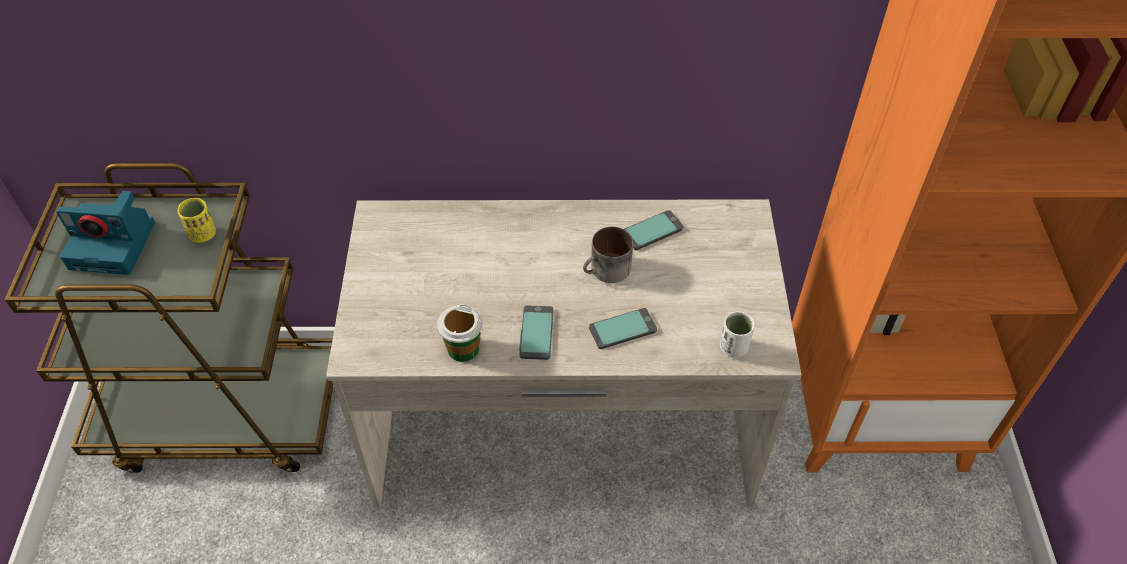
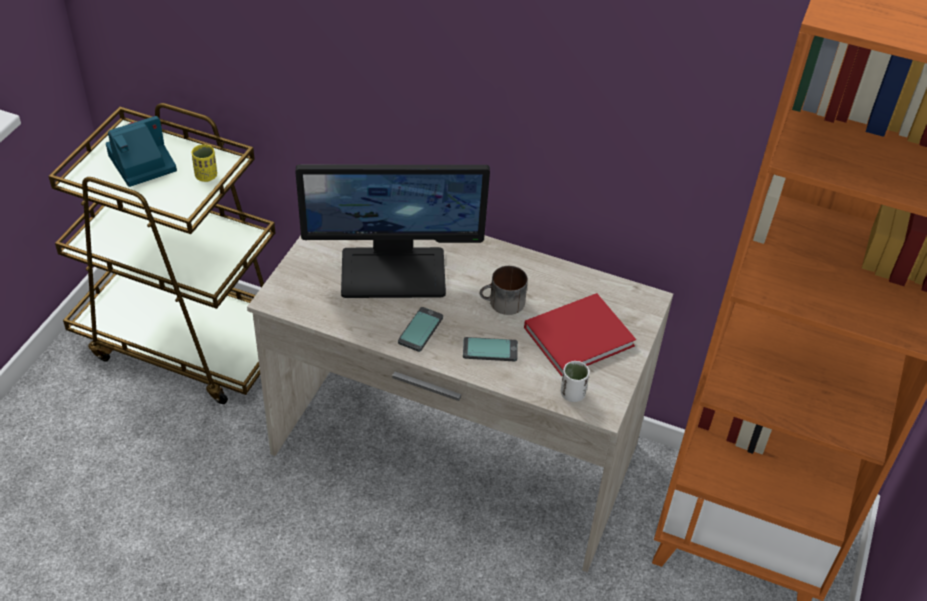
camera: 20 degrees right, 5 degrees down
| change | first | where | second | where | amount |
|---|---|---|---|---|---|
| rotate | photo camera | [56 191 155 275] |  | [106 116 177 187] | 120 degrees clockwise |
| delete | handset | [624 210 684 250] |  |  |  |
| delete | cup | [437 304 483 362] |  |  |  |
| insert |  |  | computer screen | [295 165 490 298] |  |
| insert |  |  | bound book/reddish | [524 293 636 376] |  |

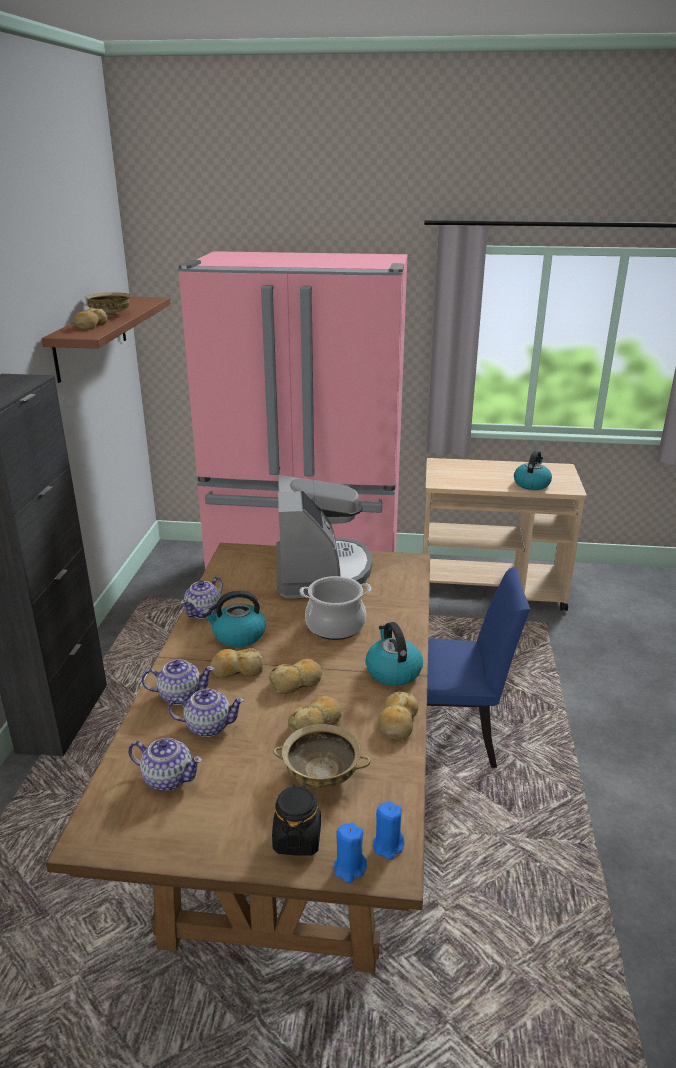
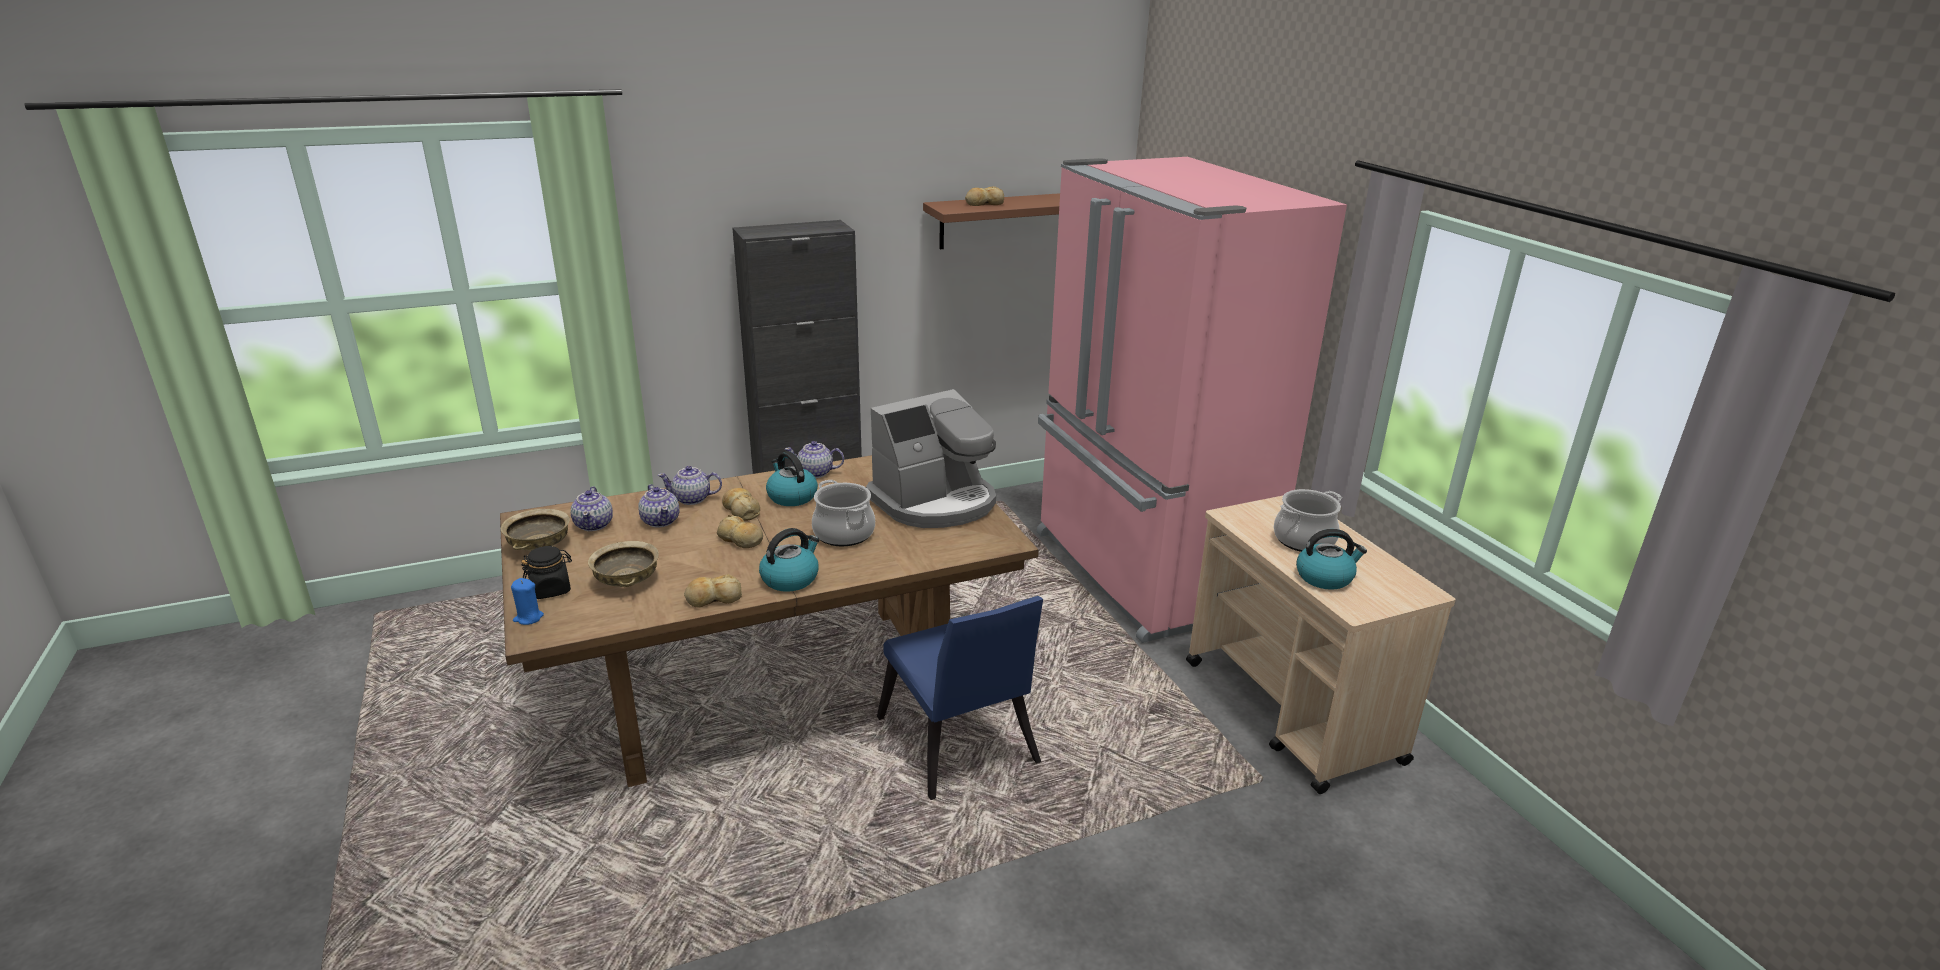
camera: 60 degrees right, 0 degrees up
| change | first | where | second | where | amount |
|---|---|---|---|---|---|
| move | deep dish/sand-coloured | [84 292 131 316] |  | [501 509 570 551] |  |
| rotate | teapot | [141 659 215 705] |  | [658 466 722 505] | 120 degrees clockwise |
| delete | bakery bread | [288 696 341 733] |  |  |  |
| delete | wax light/blue-coloured | [373 801 404 860] |  |  |  |
| insert |  |  | stockpot | [1274 489 1342 552] |  |

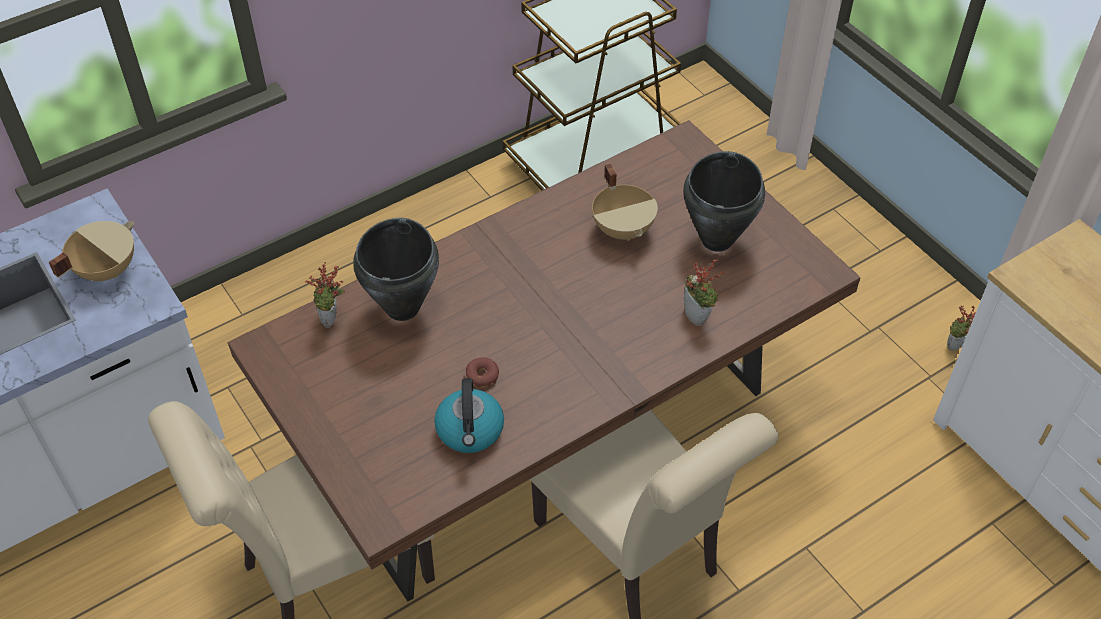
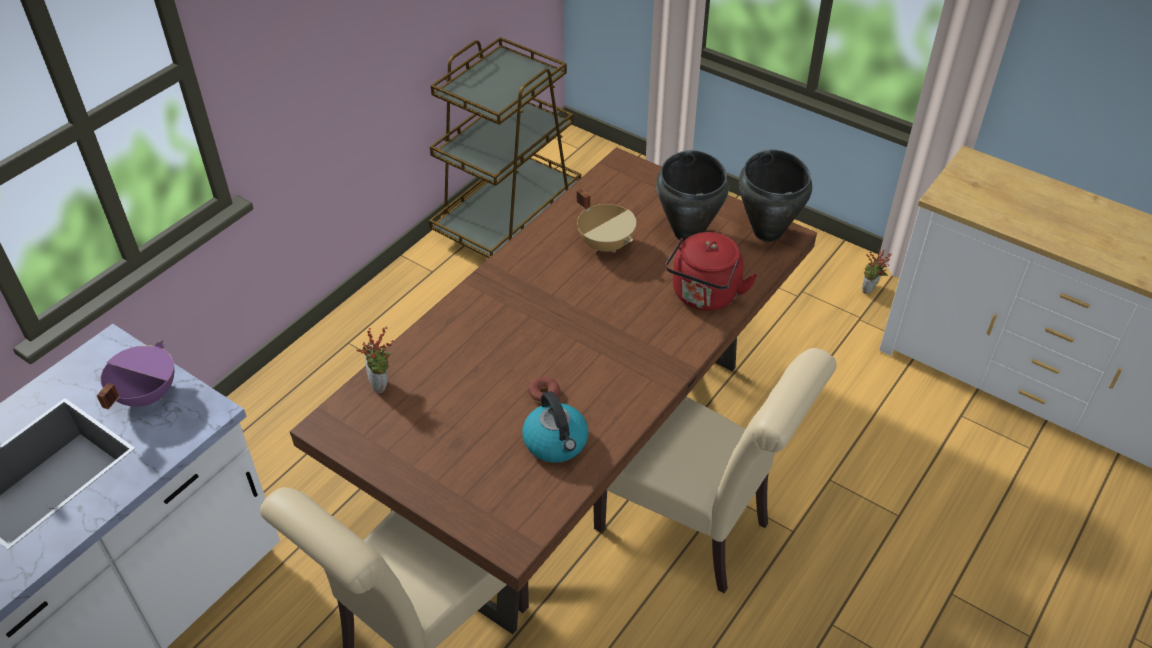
camera: 20 degrees left, 5 degrees down
| change | first | where | second | where | amount |
|---|---|---|---|---|---|
| move | stockpot/blackish | [353 218 439 321] |  | [739 150 812 242] |  |
| recolor | stockpot/sand-coloured | [49 221 134 281] | stockpot/purplish | [97 340 174 410] |  |
| replace | houseplant | [684 259 724 326] | kettle/reddish | [665 232 757 311] |  |

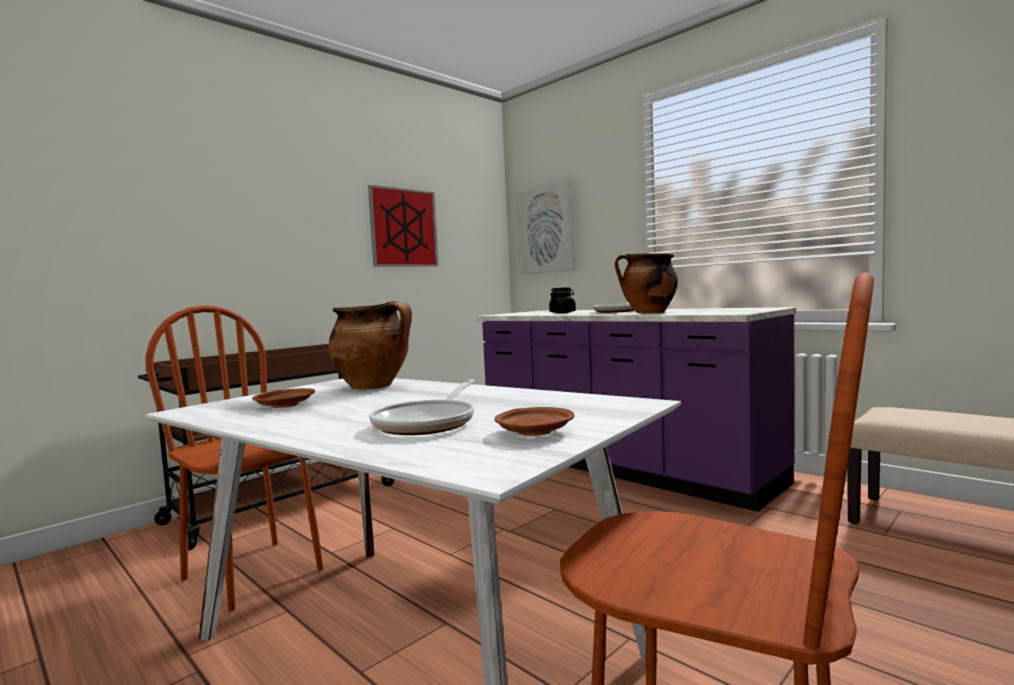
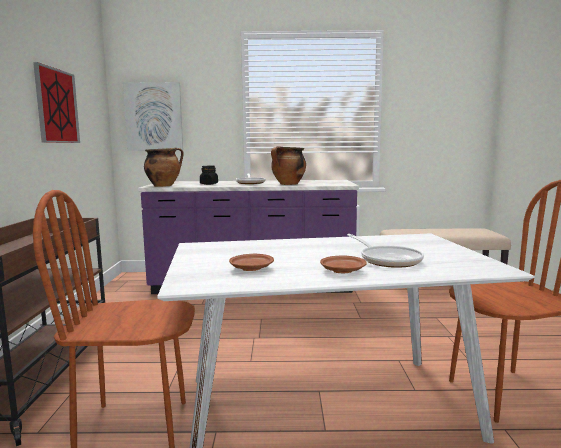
camera: 45 degrees left, 5 degrees up
| change | first | where | second | where | amount |
|---|---|---|---|---|---|
| move | stockpot | [328 301 412 390] |  | [144 148 184 187] |  |
| move | plate/brown | [494 407 575 436] |  | [320 255 367 273] |  |

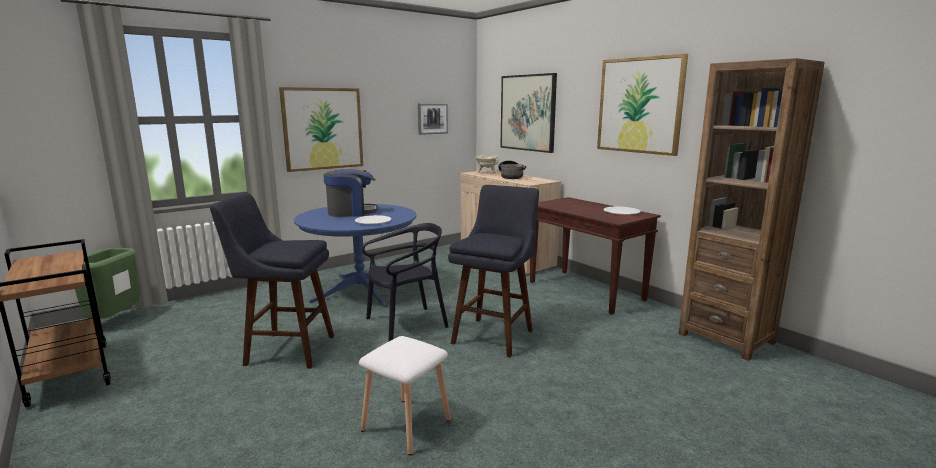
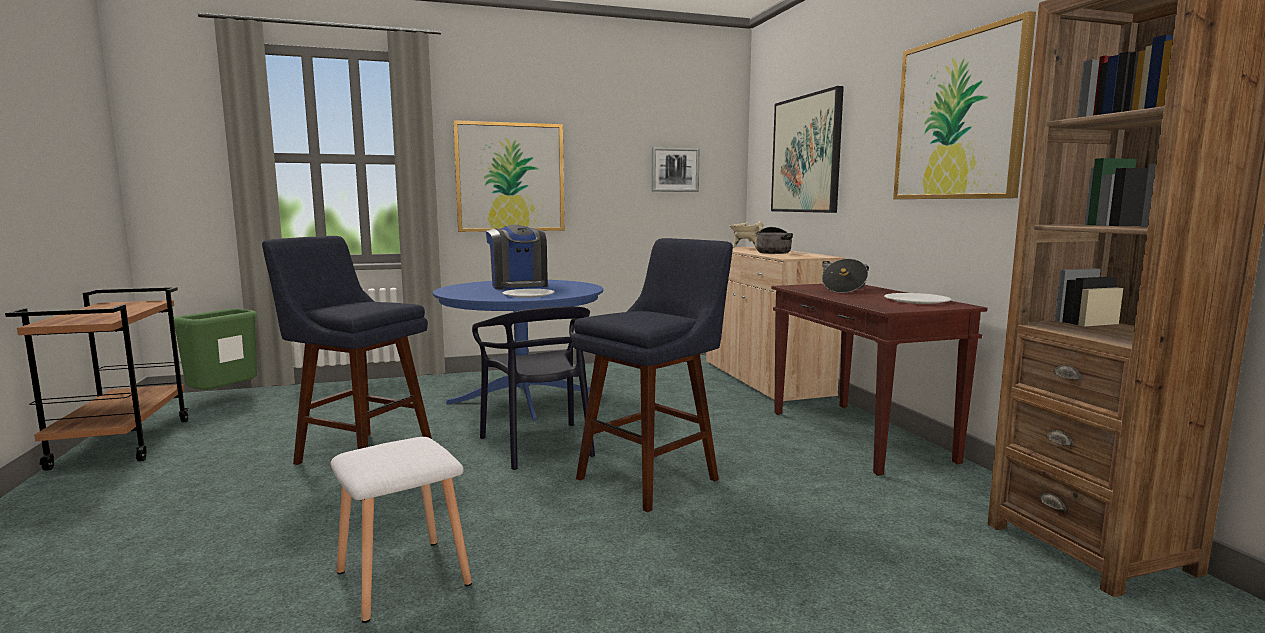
camera: 20 degrees right, 5 degrees down
| change | first | where | second | where | amount |
|---|---|---|---|---|---|
| rotate | coffee maker | [323 169 378 217] |  | [486 225 548 289] | 60 degrees clockwise |
| rotate | chair/blackish | [362 223 449 342] |  | [472 306 595 470] | 75 degrees clockwise |
| insert |  |  | stockpot | [822 259 869 293] |  |

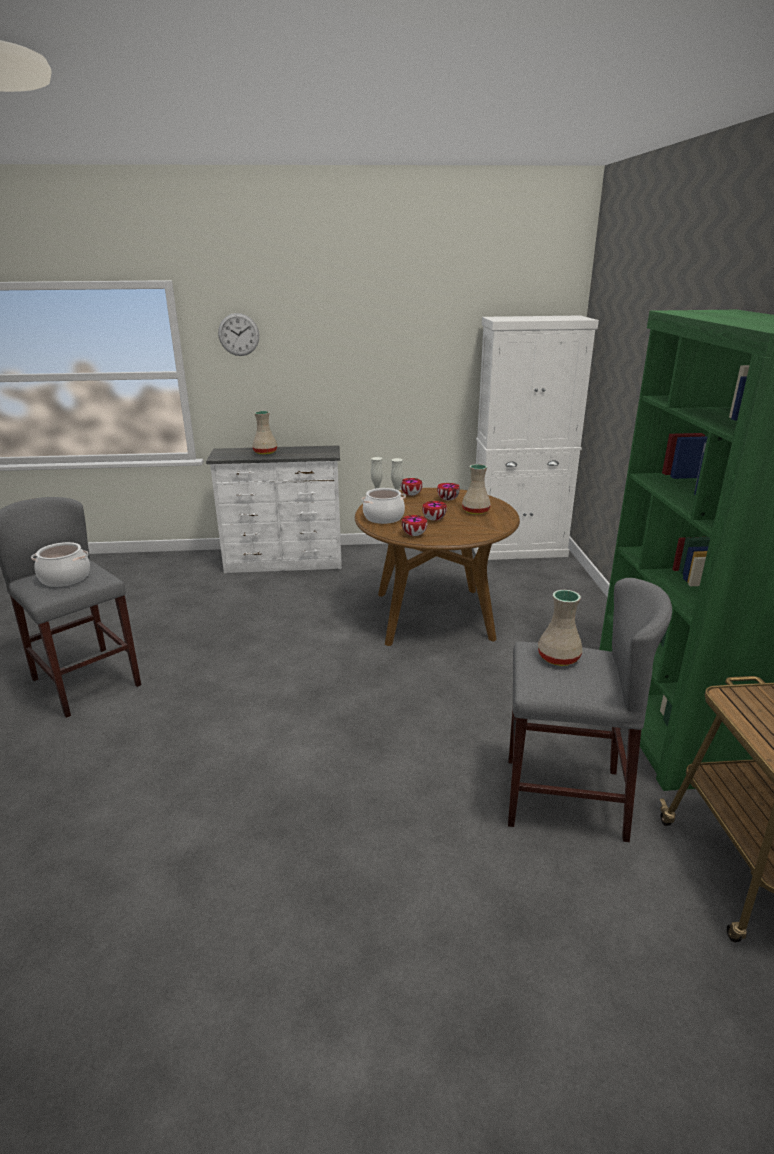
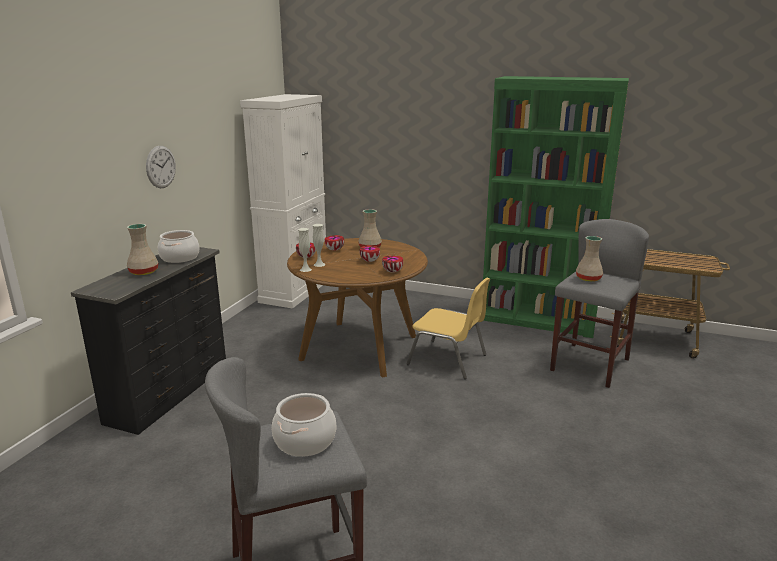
camera: 65 degrees left, 5 degrees down
| change | first | where | second | where | amount |
|---|---|---|---|---|---|
| move | clock on the wall | [218 313 259 356] |  | [146 146 176 188] |  |
| recolor | dresser/white-coloured | [206 445 342 573] | dresser/blackish | [71 247 226 435] |  |
| move | stockpot | [361 488 406 524] |  | [158 230 200 263] |  |
| insert |  |  | chair/yellowish | [406 277 490 379] |  |

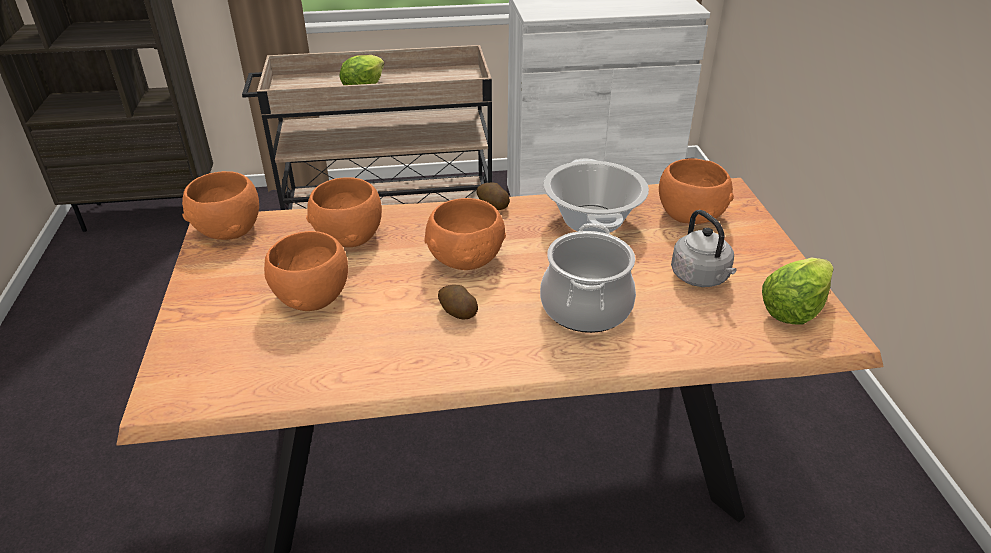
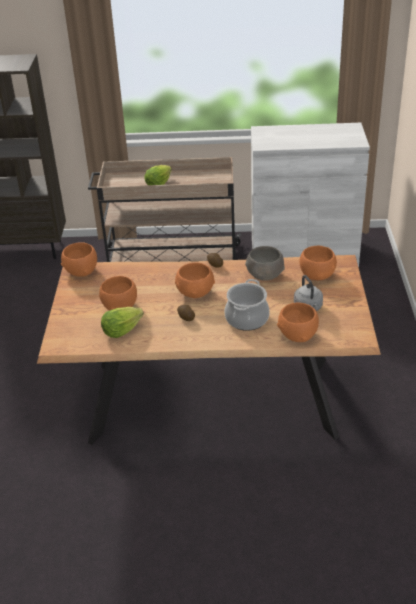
camera: 10 degrees right, 0 degrees up
| change | first | where | second | where | amount |
|---|---|---|---|---|---|
| replace | stockpot | [543 158 649 233] | deep dish/greyish | [245 246 285 281] |  |
| move | deep dish/orangey | [306 177 382 247] |  | [277 303 319 342] |  |
| move | head of lettuce | [762 258 834 325] |  | [101 307 144 338] |  |

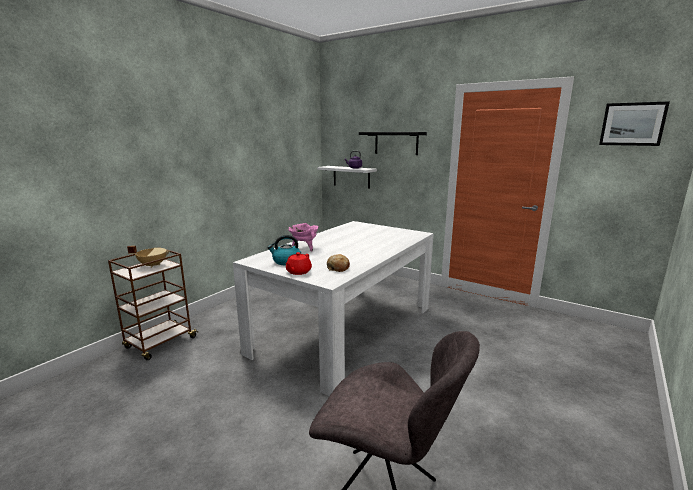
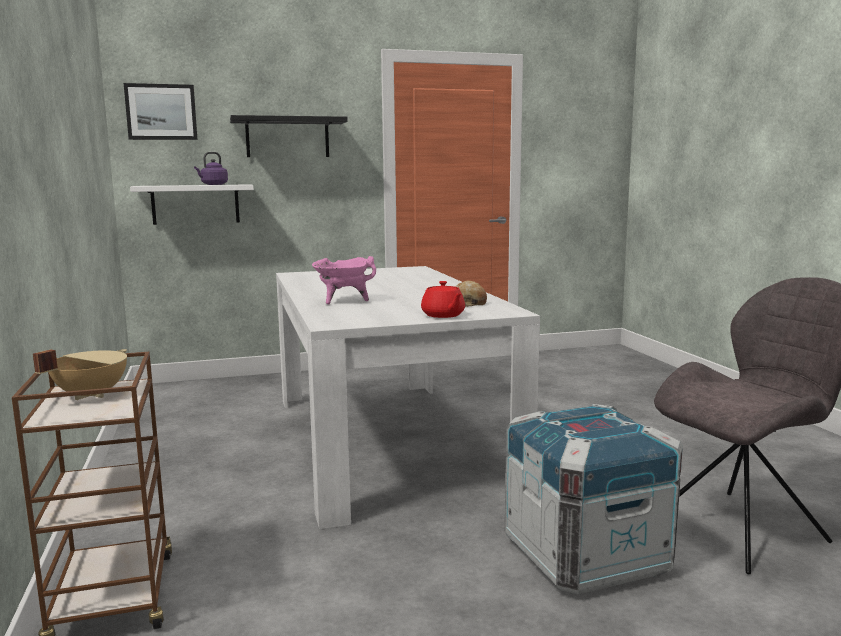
camera: 50 degrees left, 5 degrees down
| change | first | where | second | where | amount |
|---|---|---|---|---|---|
| move | picture | [599 101 670 146] |  | [124 83 198 140] |  |
| delete | kettle | [267 235 301 265] |  |  |  |
| insert |  |  | packing crate | [505 404 683 595] |  |

